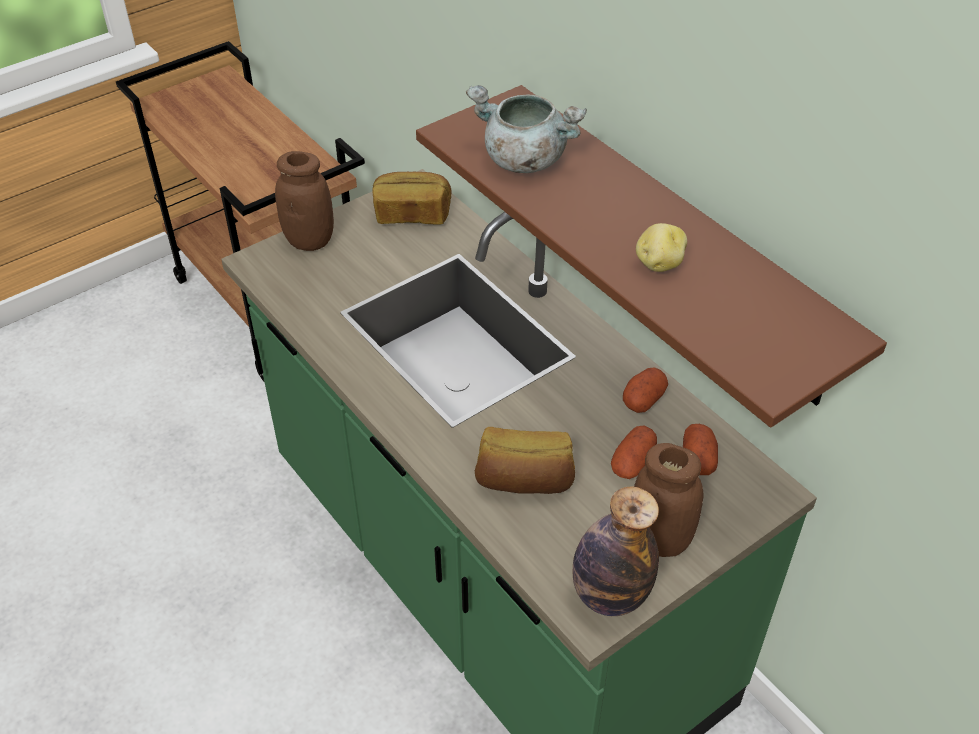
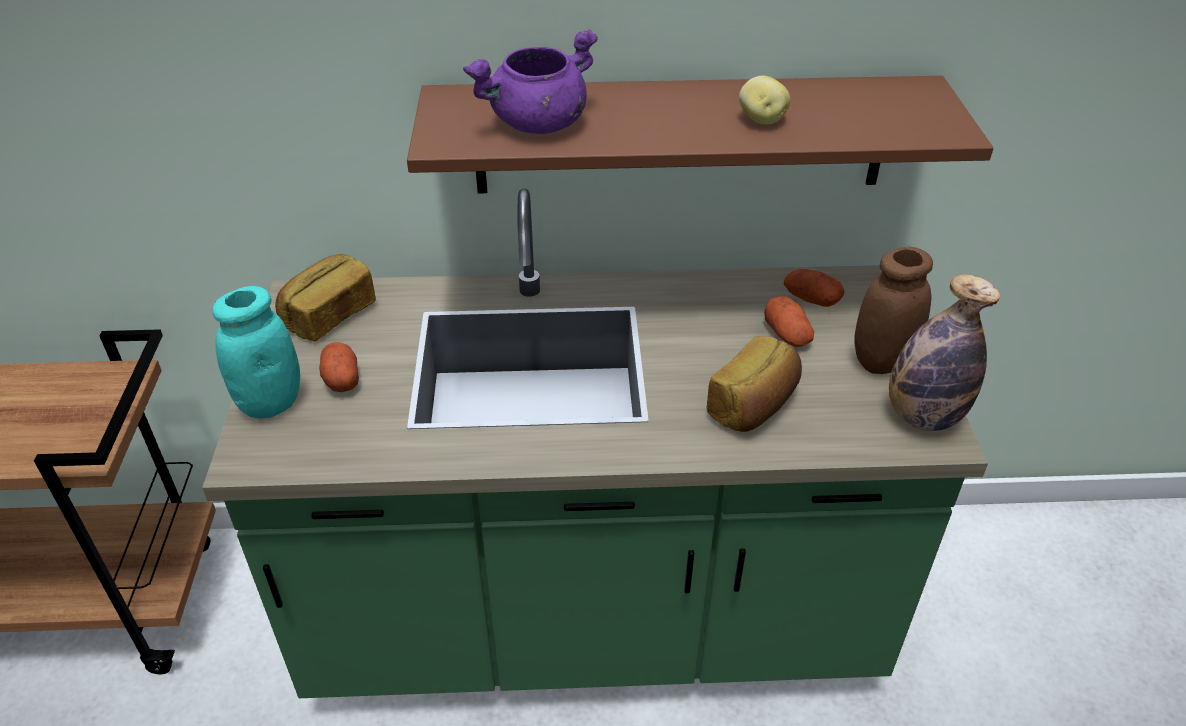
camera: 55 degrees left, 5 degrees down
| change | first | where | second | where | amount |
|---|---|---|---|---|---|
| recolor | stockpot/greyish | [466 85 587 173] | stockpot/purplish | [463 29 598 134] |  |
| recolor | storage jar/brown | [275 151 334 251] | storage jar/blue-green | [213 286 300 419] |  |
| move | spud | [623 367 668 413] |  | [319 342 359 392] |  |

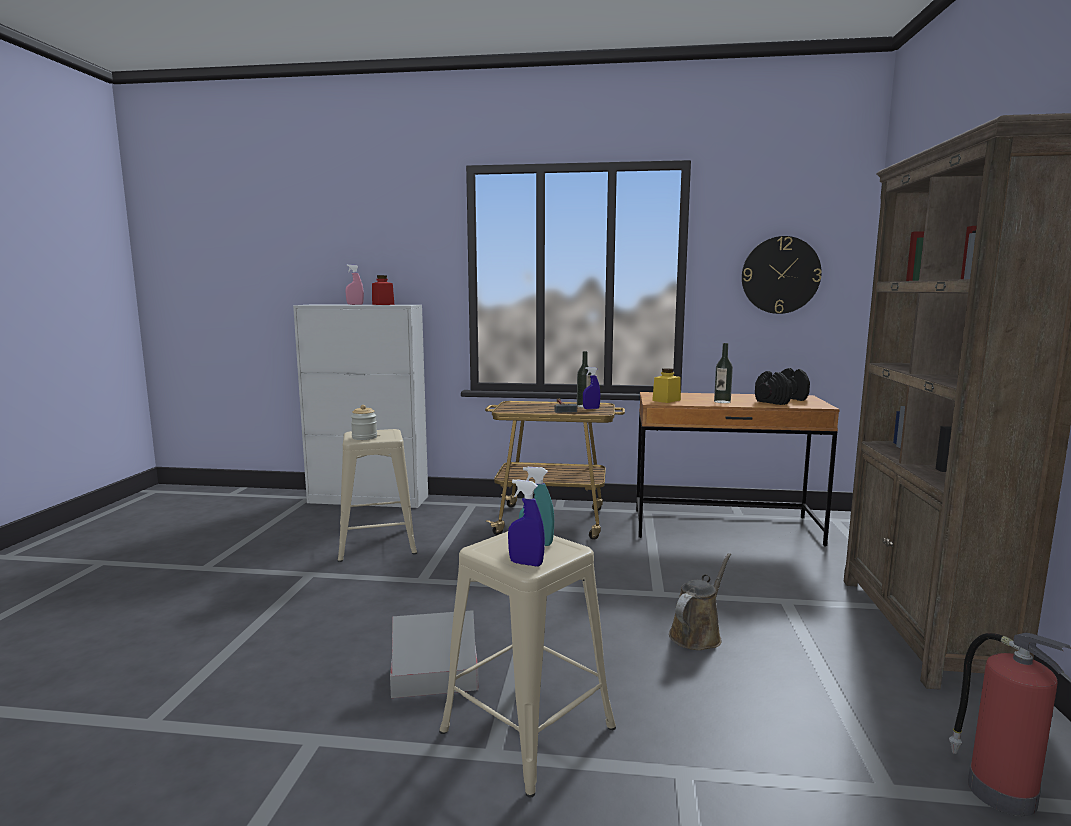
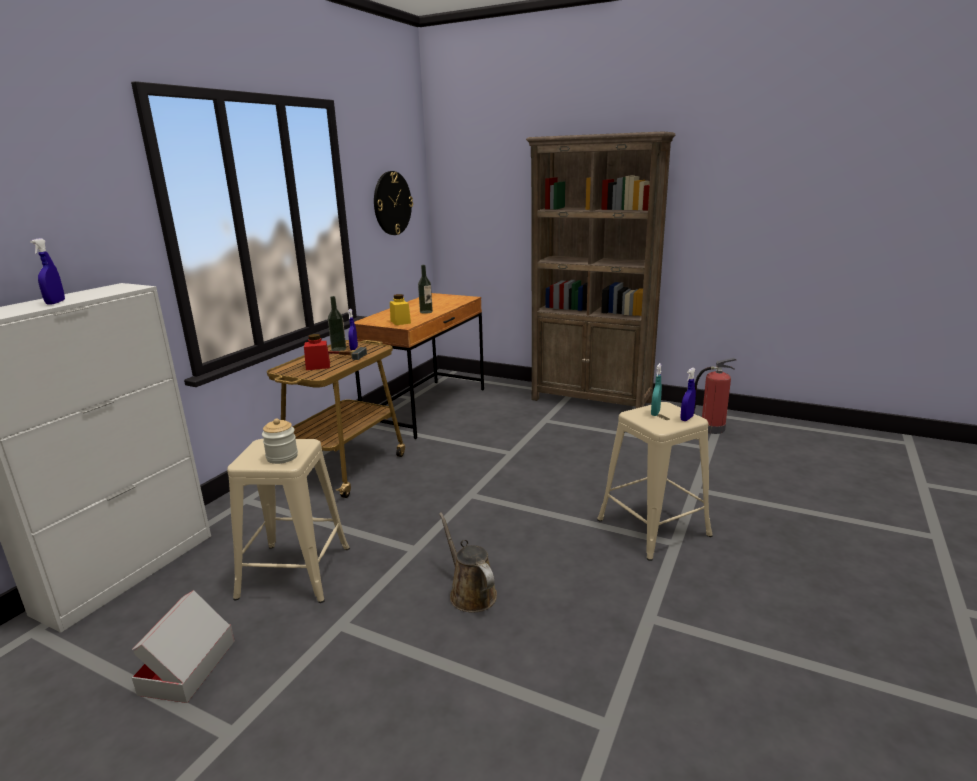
camera: 70 degrees left, 10 degrees up
| change | first | where | second | where | amount |
|---|---|---|---|---|---|
| recolor | hand sprayer/pink | [345 264 364 305] | hand sprayer/blue-coloured | [30 238 65 305] |  |
| move | storage jar/reddish | [372 275 394 305] |  | [304 334 330 370] |  |
| delete | free weight/blackish | [755 368 810 405] |  |  |  |
| move | sprinkling can/brown | [669 553 731 650] |  | [439 512 497 612] |  |
| move | carton | [390 610 479 698] |  | [132 590 235 703] |  |

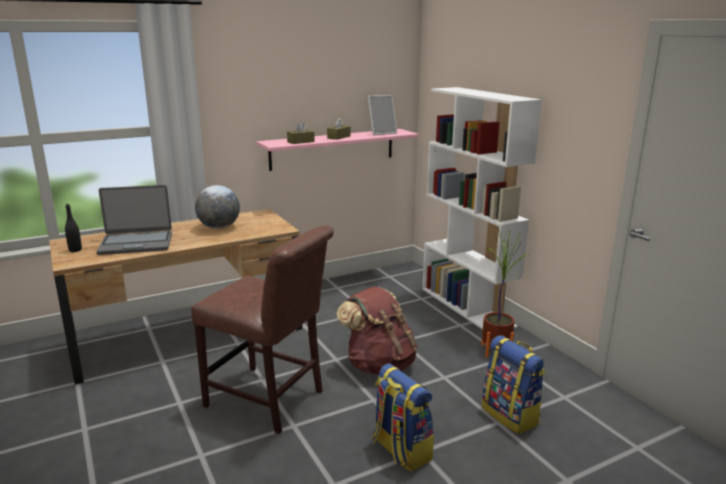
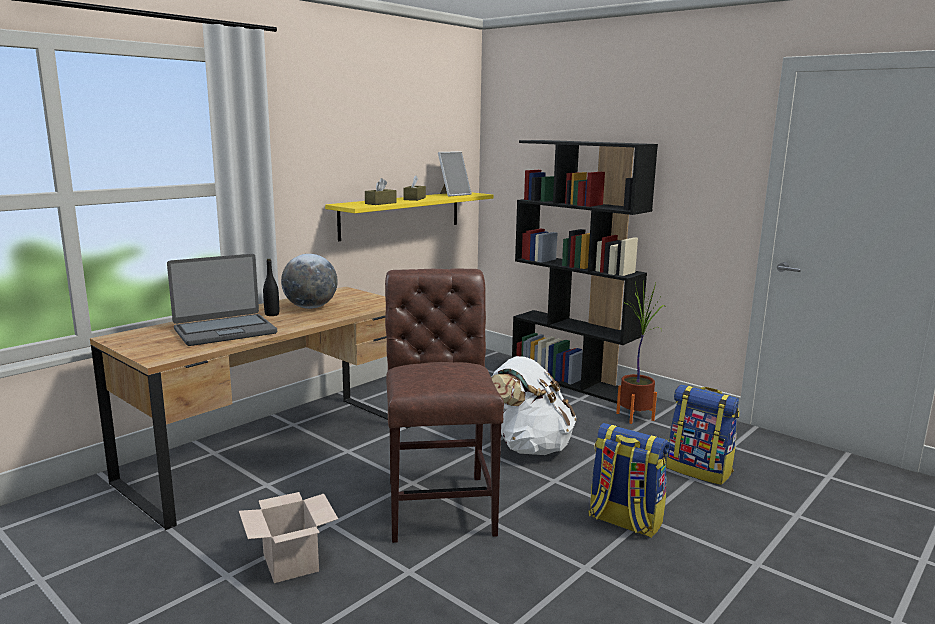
camera: 20 degrees left, 5 degrees down
| change | first | where | second | where | amount |
|---|---|---|---|---|---|
| recolor | bookcase/white-coloured | [422 87 542 330] | bookcase/blackish | [512 140 658 403] |  |
| recolor | wall shelf/pink | [257 129 419 171] | wall shelf/yellowish | [325 192 493 241] |  |
| move | bottle/blackish | [65 204 82 252] |  | [263 259 279 316] |  |
| rotate | chair/brown | [191 226 334 434] |  | [385 268 504 543] | 105 degrees counterclockwise |
| recolor | knapsack/brown | [336 286 418 375] | knapsack/white-coloured | [491 356 576 455] |  |
| insert |  |  | carton | [239 492 338 583] |  |

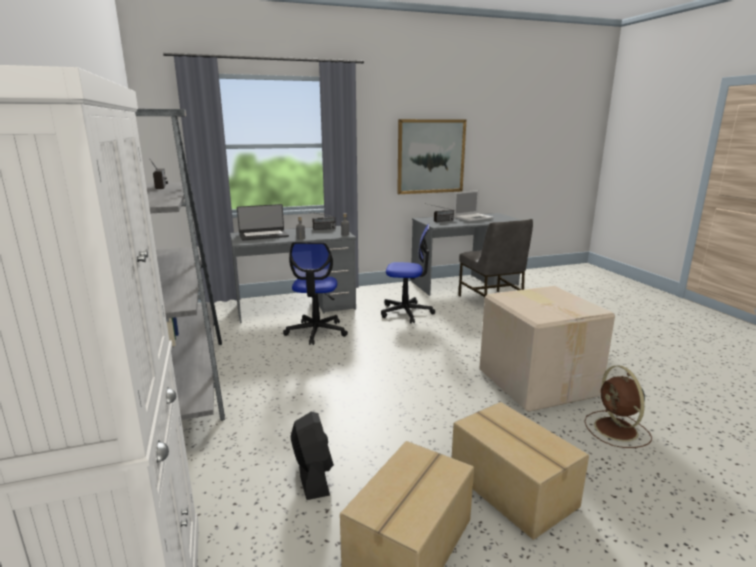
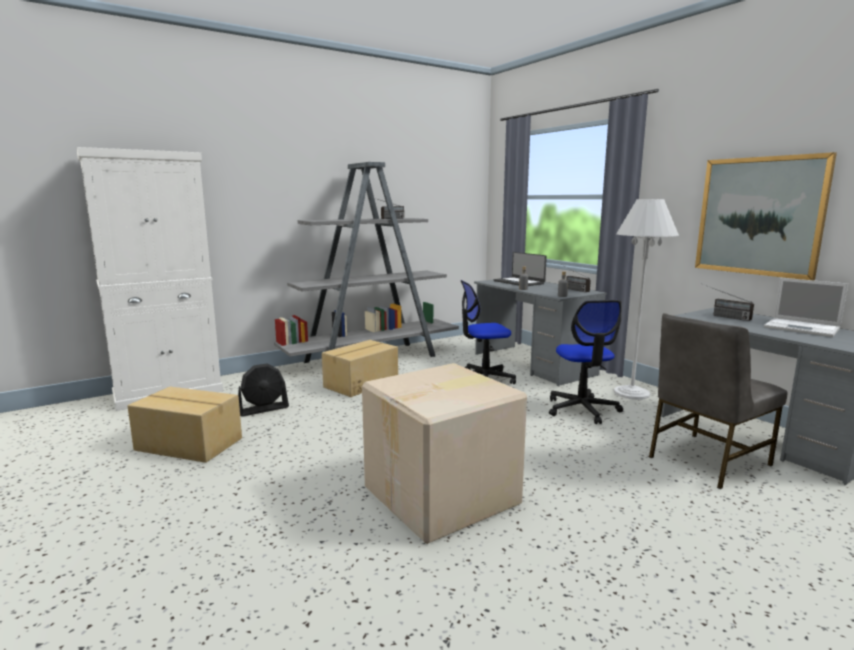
camera: 75 degrees right, 5 degrees down
| change | first | where | second | where | amount |
|---|---|---|---|---|---|
| delete | electric fan/brown | [584 365 652 448] |  |  |  |
| move | carton | [452 402 589 540] |  | [322 340 398 397] |  |
| insert |  |  | floor lamp/white-coloured | [614 199 679 400] |  |

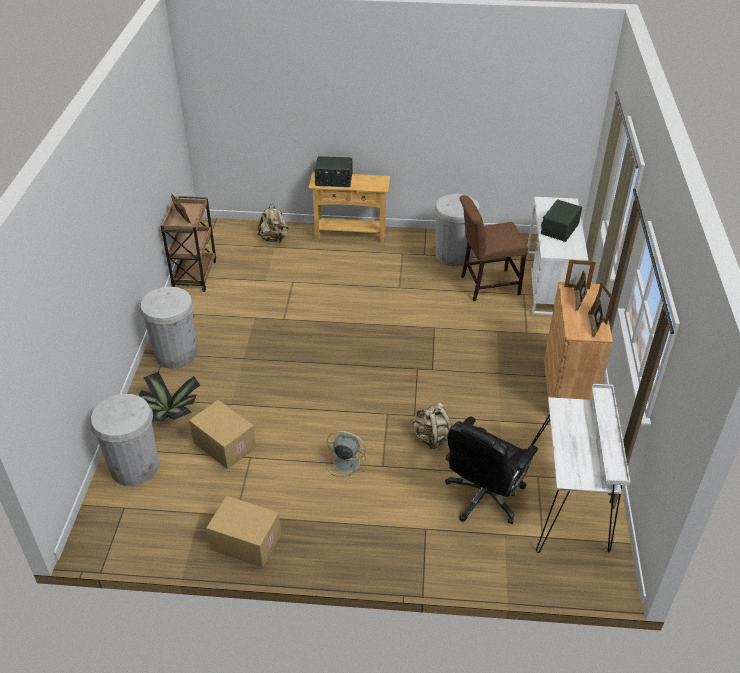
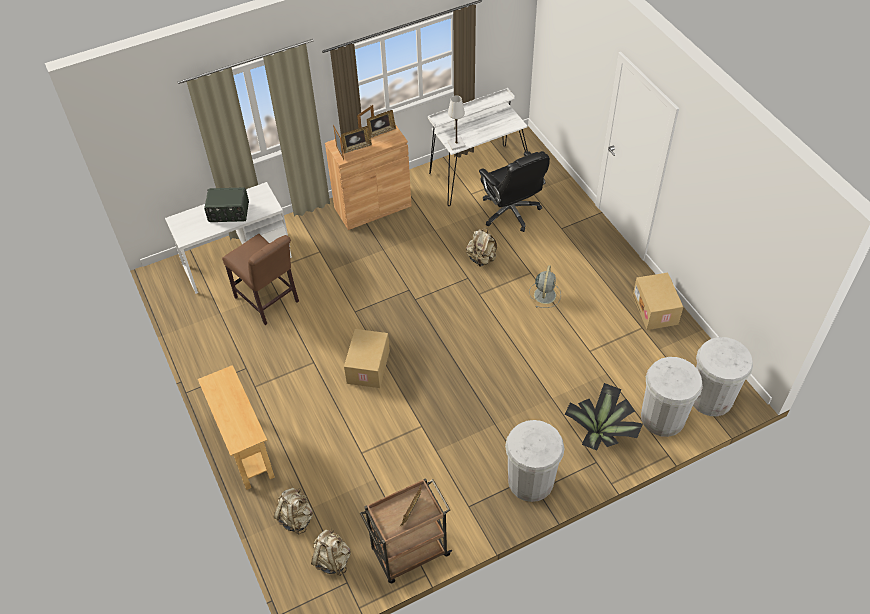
camera: 120 degrees left, 10 degrees up
| change | first | where | second | where | amount |
|---|---|---|---|---|---|
| delete | radio set | [315 156 353 187] |  |  |  |
| move | waste bin/white-coloured | [434 194 481 266] |  | [693 337 753 416] |  |
| move | carton | [189 400 256 469] |  | [344 329 390 388] |  |
| rotate | office chair/blackish | [445 417 538 524] |  | [479 151 550 232] | 60 degrees clockwise |
| rotate | electric fan/greyish | [326 431 366 477] |  | [529 265 561 308] | 150 degrees counterclockwise |
| insert |  |  | lamp for a table/white-coloured | [448 95 465 150] |  |
| insert |  |  | knapsack/sand-coloured | [311 529 351 576] |  |

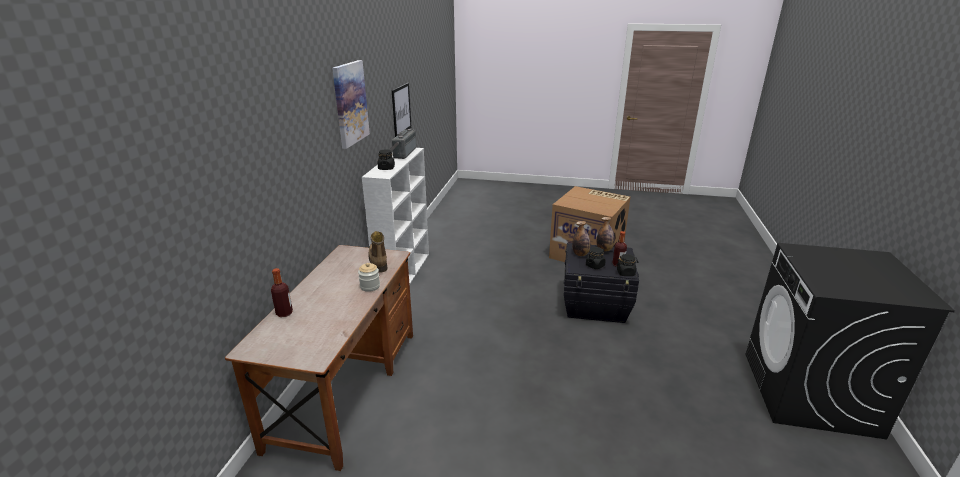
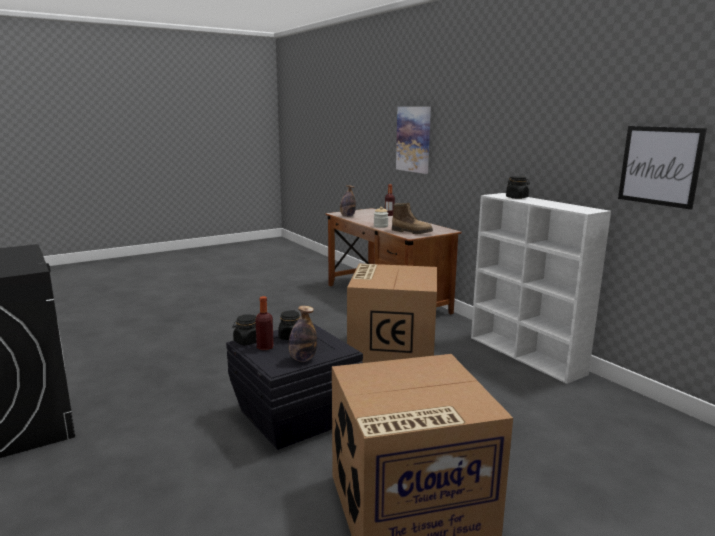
camera: 135 degrees right, 10 degrees down
| change | first | where | second | where | amount |
|---|---|---|---|---|---|
| move | picture | [332 60 370 149] |  | [396 107 431 174] |  |
| delete | radio set | [390 129 416 159] |  |  |  |
| move | bottle | [572 221 590 256] |  | [340 185 356 217] |  |
| insert |  |  | carton | [347 264 437 363] |  |

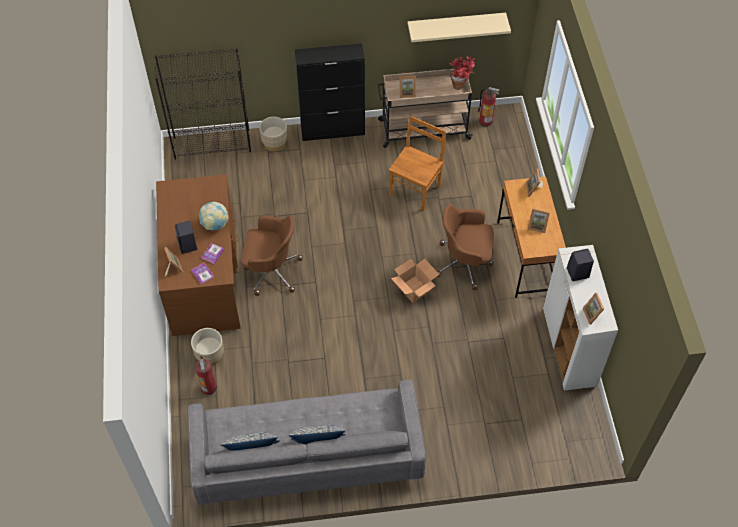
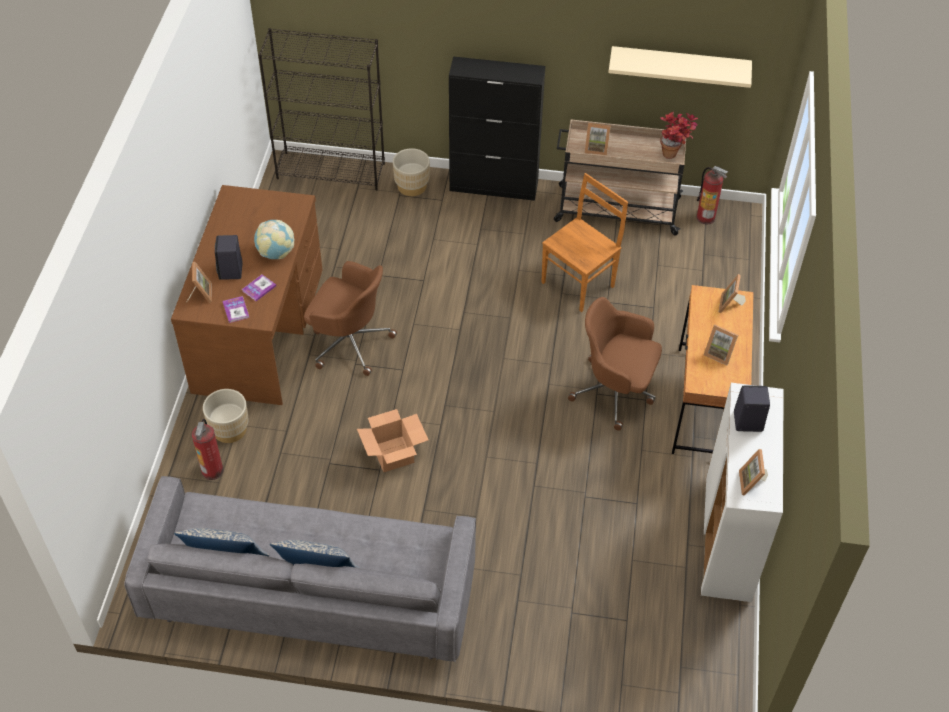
camera: 15 degrees right, 5 degrees down
| change | first | where | second | where | amount |
|---|---|---|---|---|---|
| move | carton | [391 259 440 303] |  | [357 409 428 472] |  |

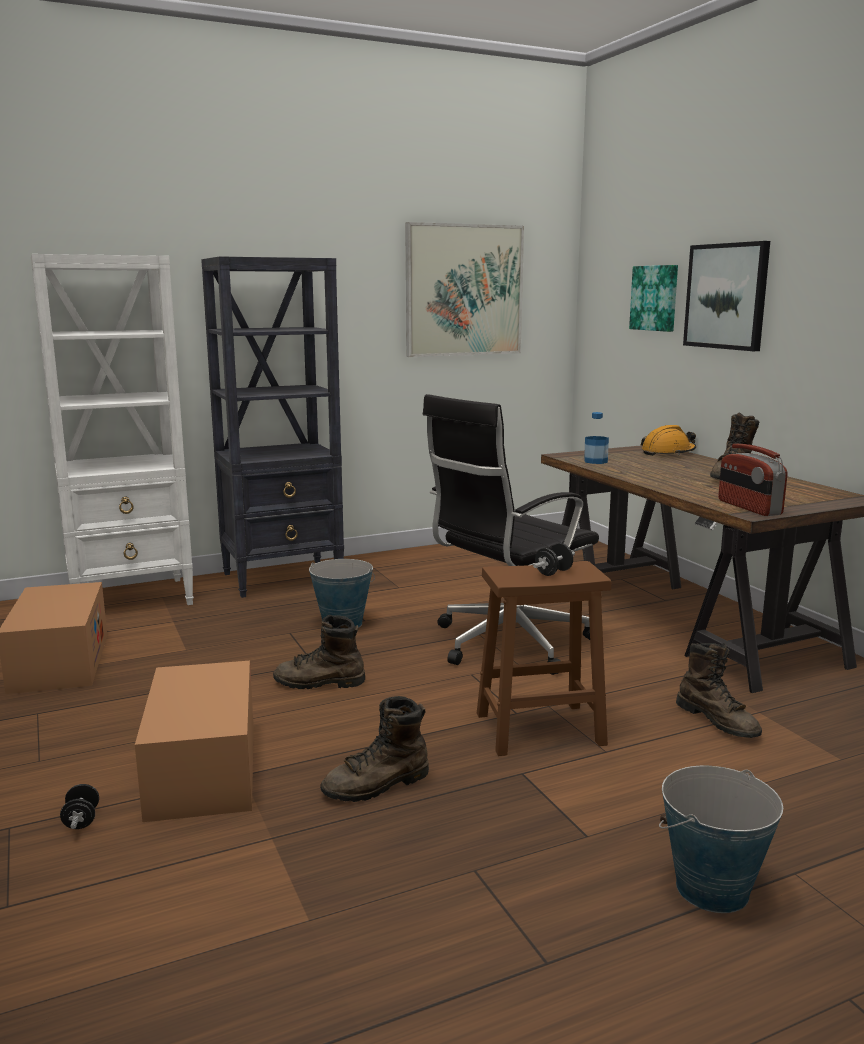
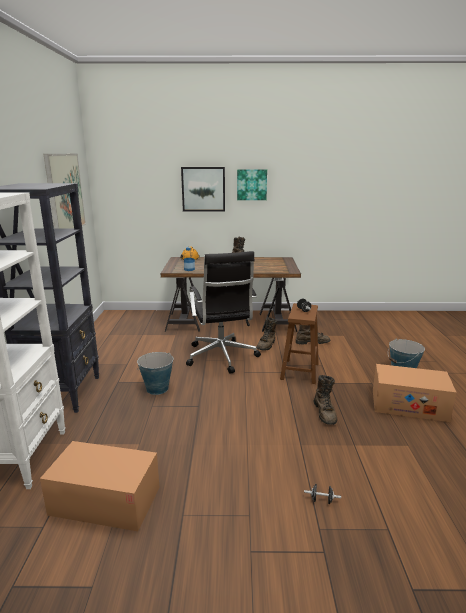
camera: 65 degrees left, 5 degrees up
| change | first | where | second | where | amount |
|---|---|---|---|---|---|
| move | picture | [629 265 678 332] |  | [237 169 267 200] |  |
| delete | radio set | [718 444 788 516] |  |  |  |
| move | high-top boot/brown | [273 615 365 689] |  | [257 317 277 350] |  |
| move | carton | [135 661 254 822] |  | [373 364 457 422] |  |

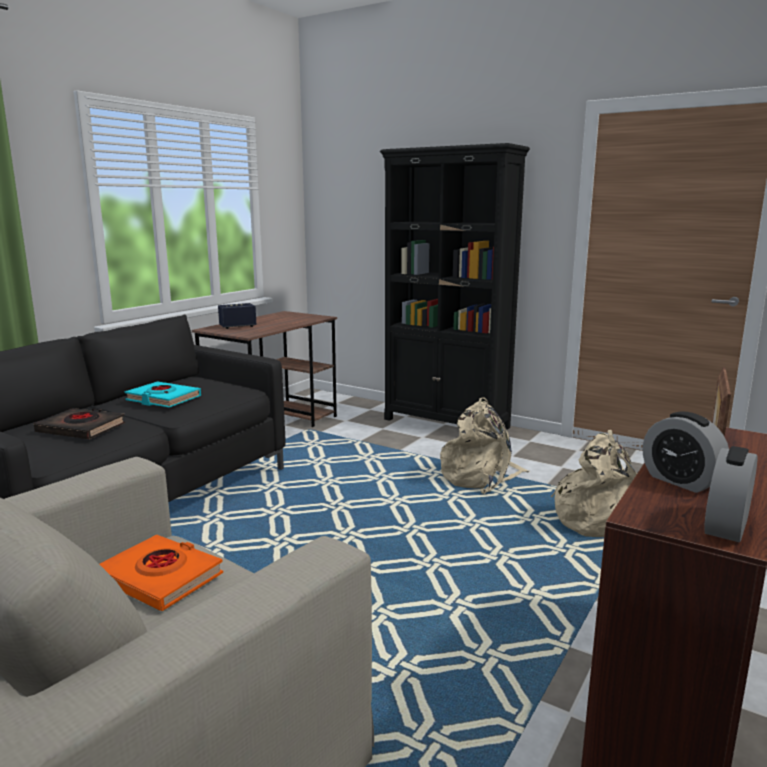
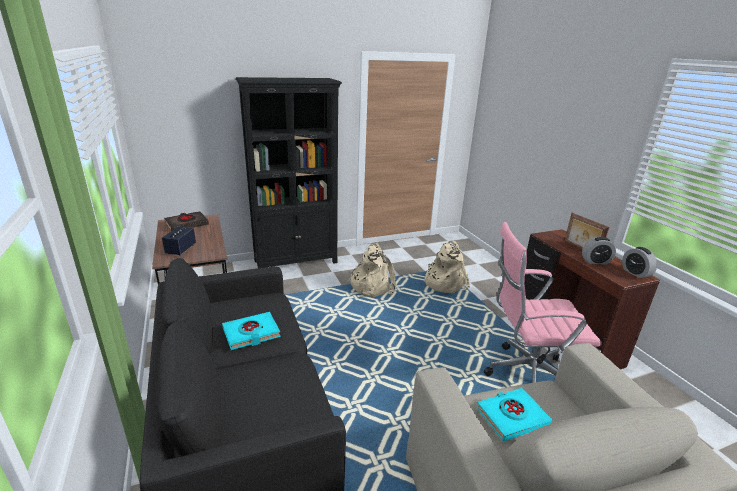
camera: 55 degrees left, 10 degrees up
| change | first | where | second | where | amount |
|---|---|---|---|---|---|
| move | bound book/blackish | [34 408 125 439] |  | [164 211 209 231] |  |
| recolor | bound book/orangey | [100 535 223 611] | bound book/blue-green | [476 388 552 441] |  |
| insert |  |  | office chair/pink | [484 222 602 383] |  |

